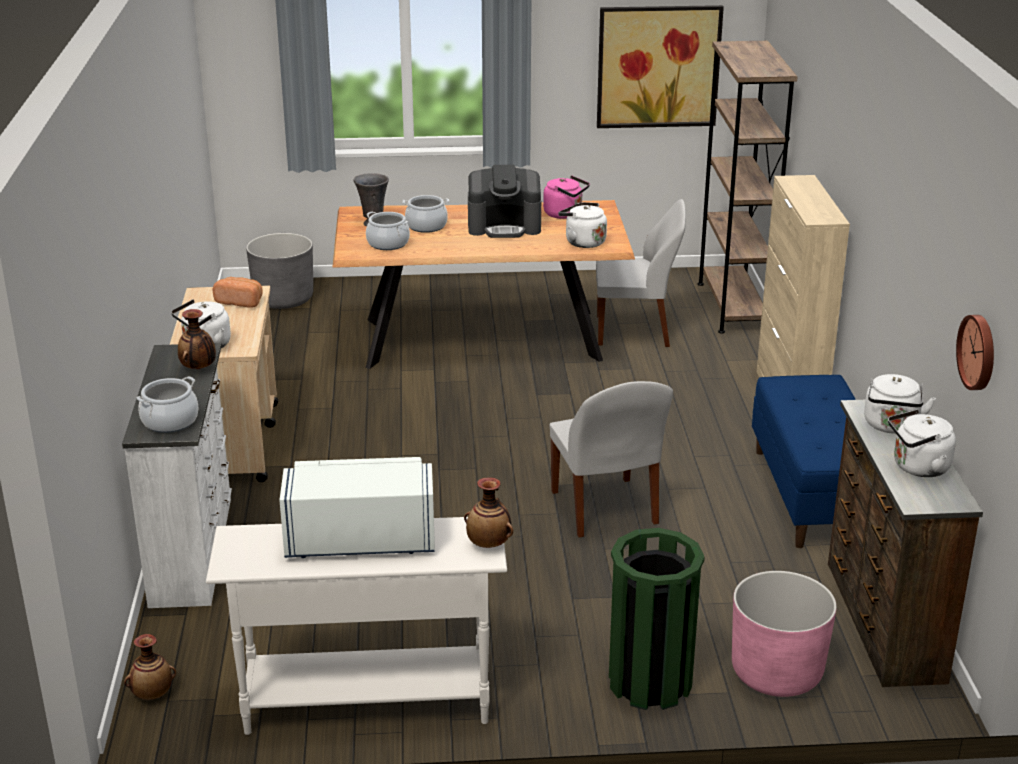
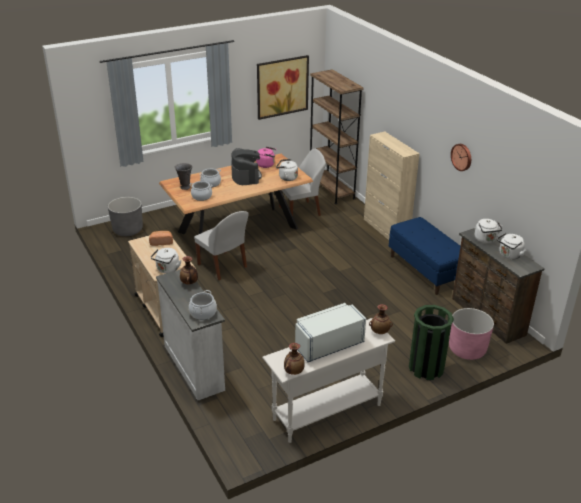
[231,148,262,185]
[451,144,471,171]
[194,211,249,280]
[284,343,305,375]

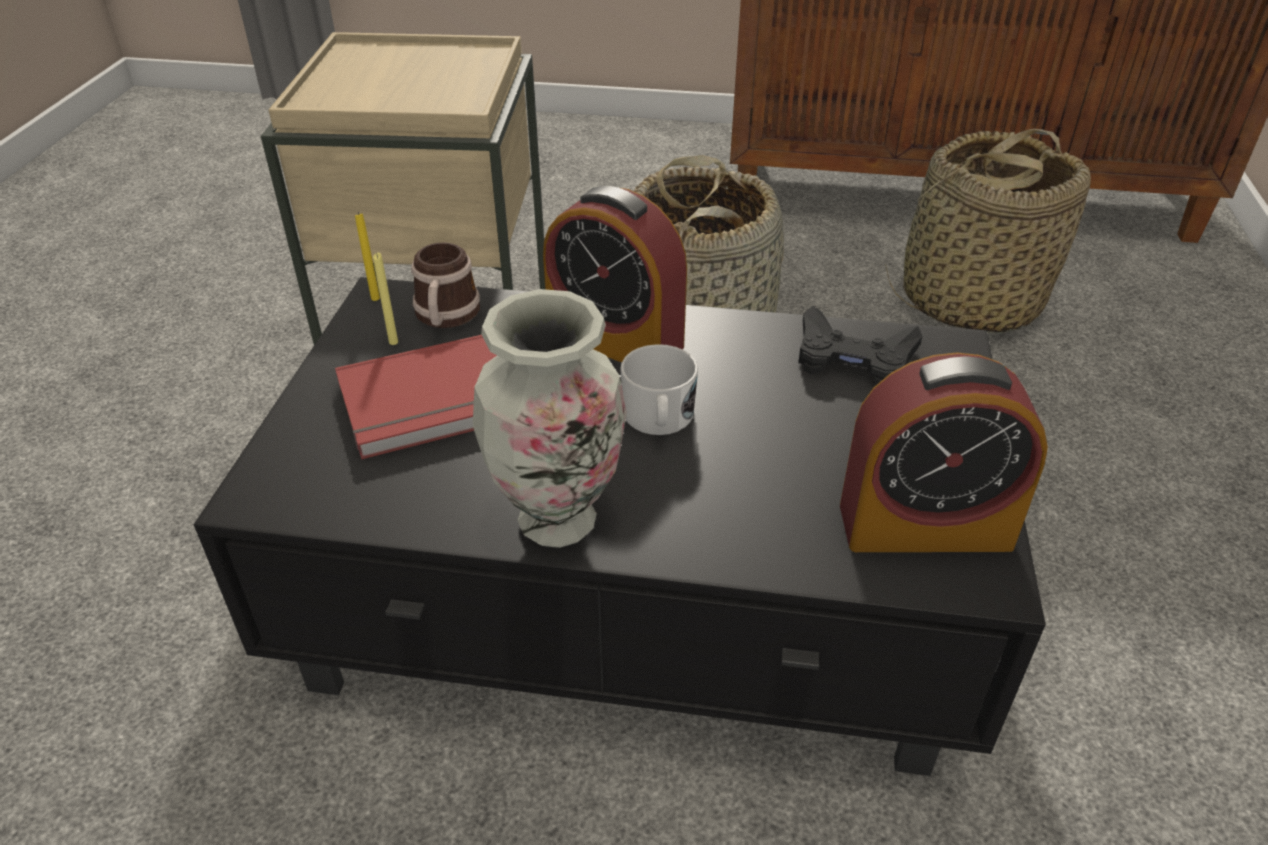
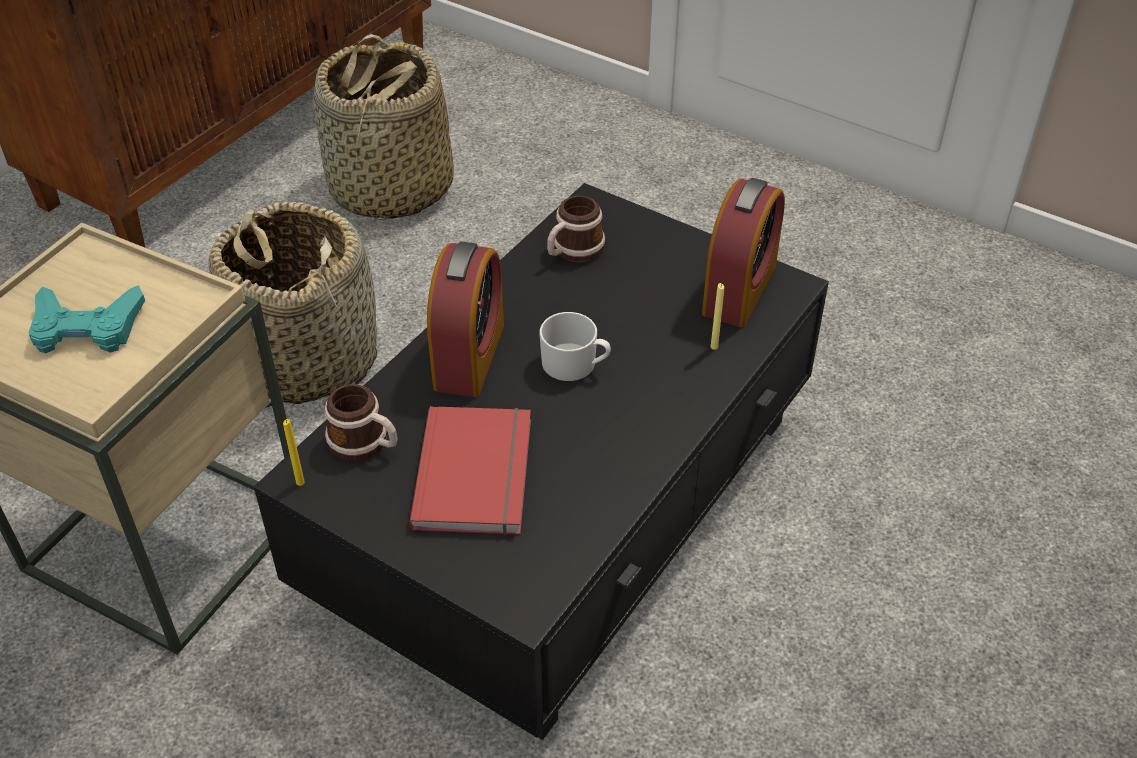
[427,241,504,397]
[711,283,724,350]
[473,289,627,548] (first image)
[547,196,605,262]
[29,285,145,353]

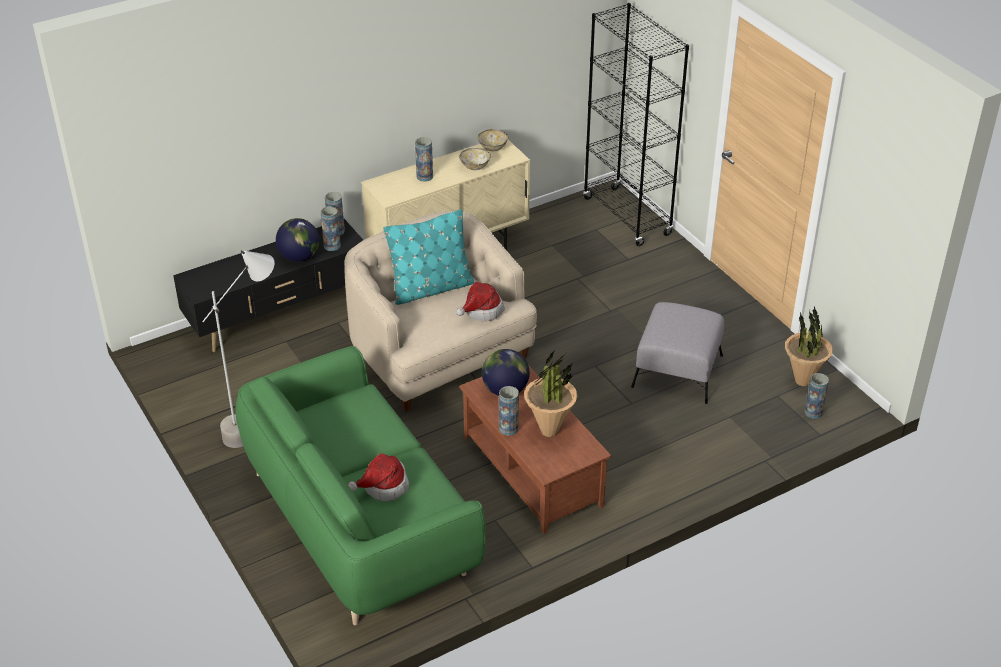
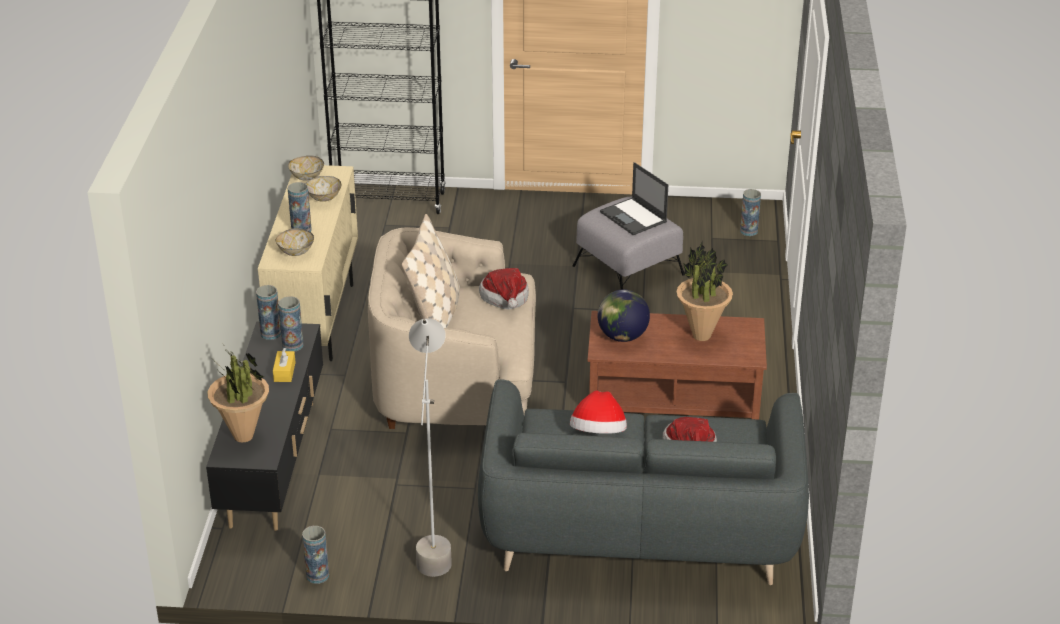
[402,214,460,328]
[273,348,296,382]
[207,350,269,443]
[478,379,809,585]
[302,526,329,584]
[600,162,668,235]
[276,228,314,256]
[570,390,627,434]

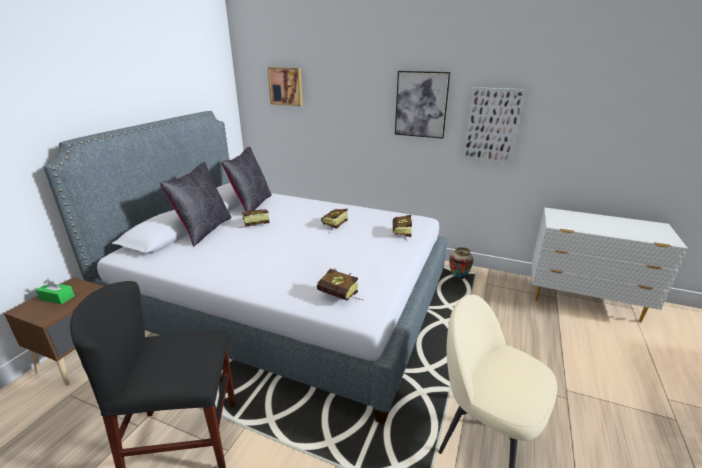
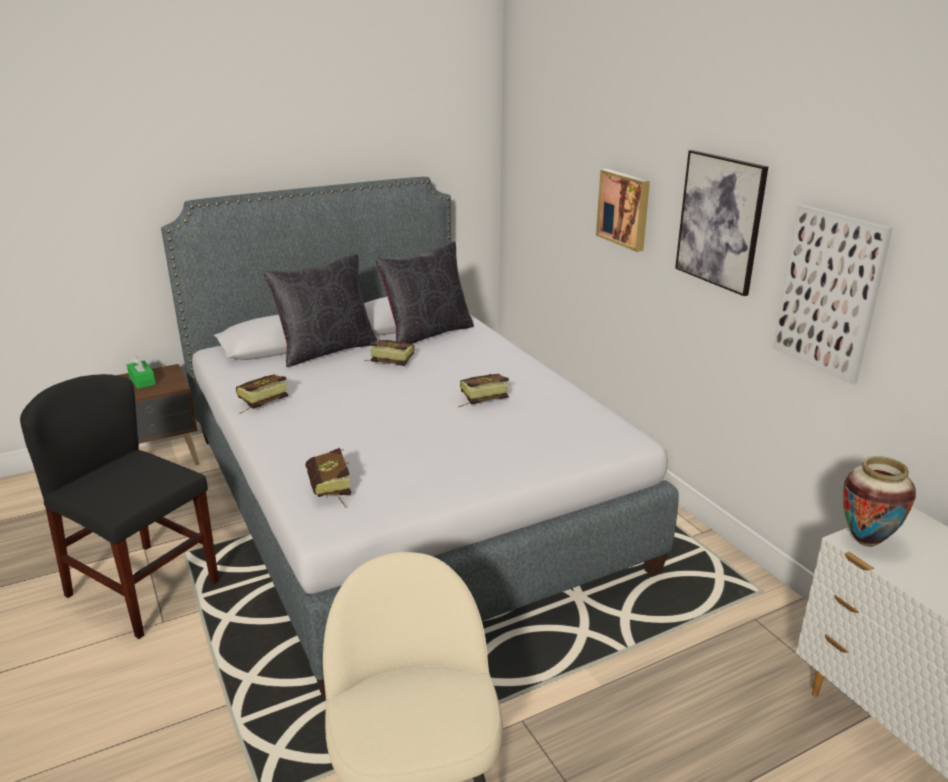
[596,169,650,252]
[236,374,288,414]
[843,456,916,547]

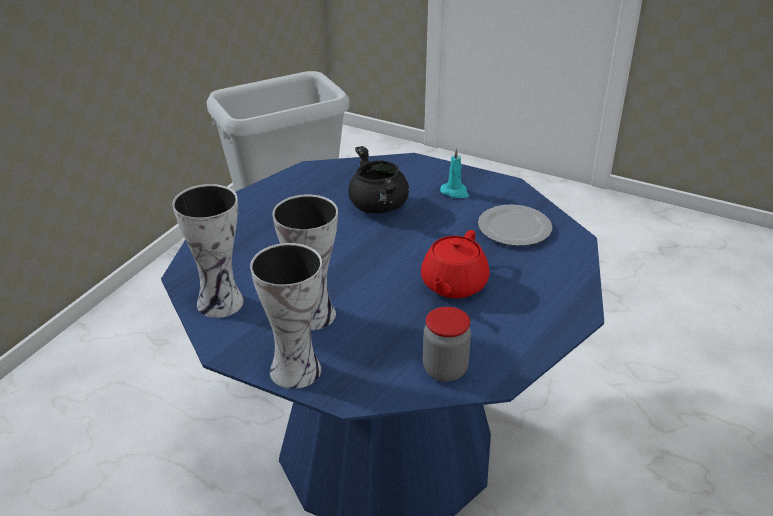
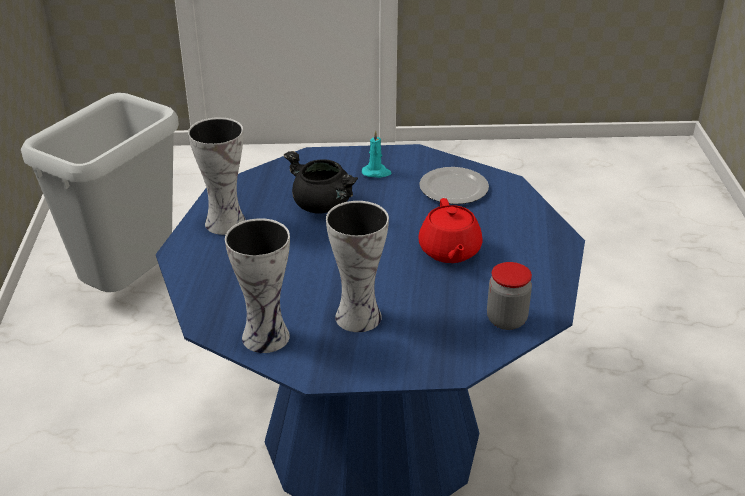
[188,117,246,235]

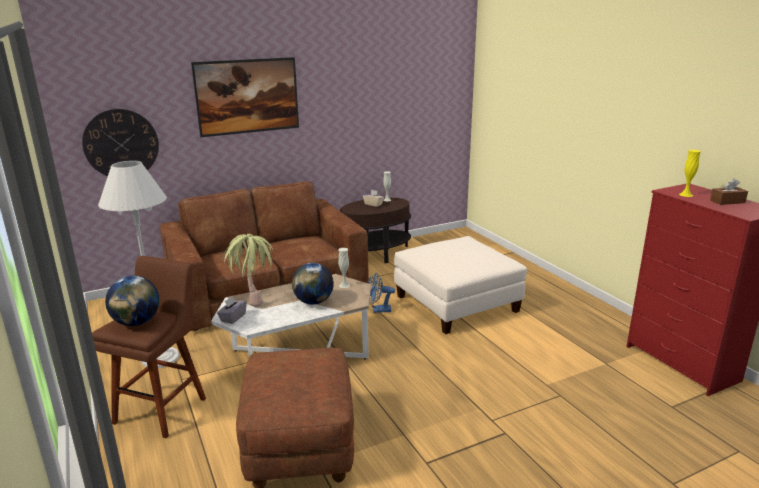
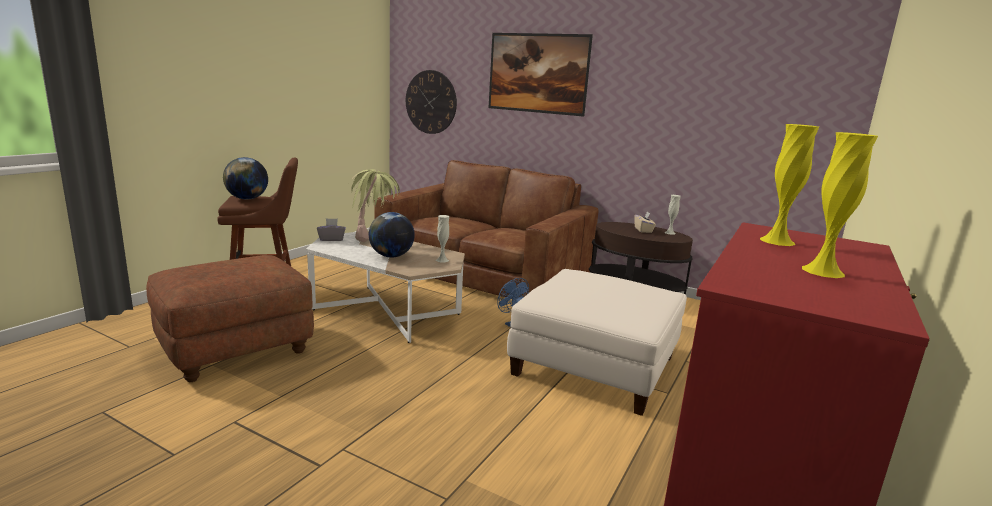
[98,161,179,368] (first image)
[802,132,878,278]

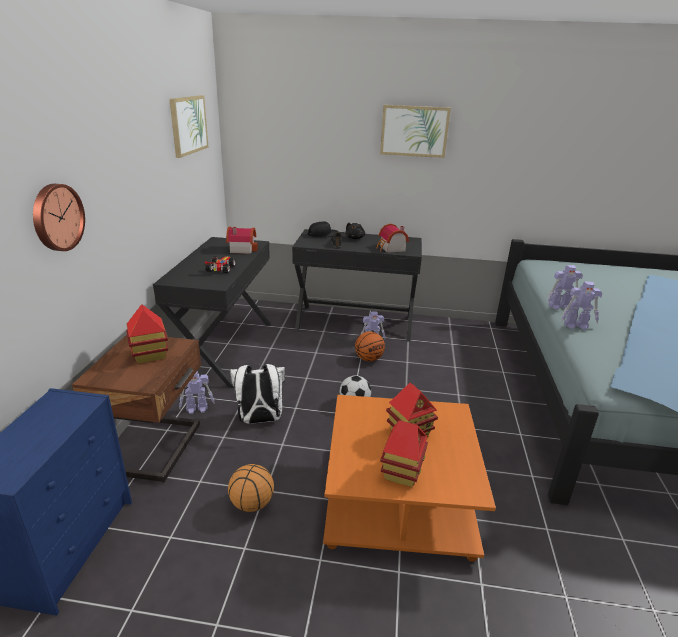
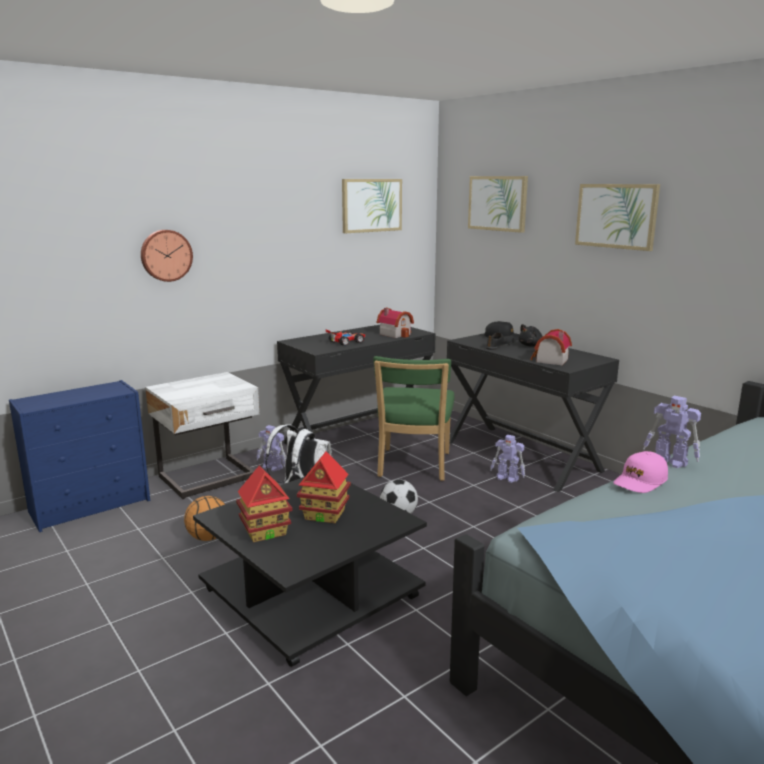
[613,451,668,493]
[126,304,168,364] (first image)
[355,331,385,361] (first image)
[145,372,260,499]
[193,477,427,667]
[468,176,528,233]
[373,356,454,481]

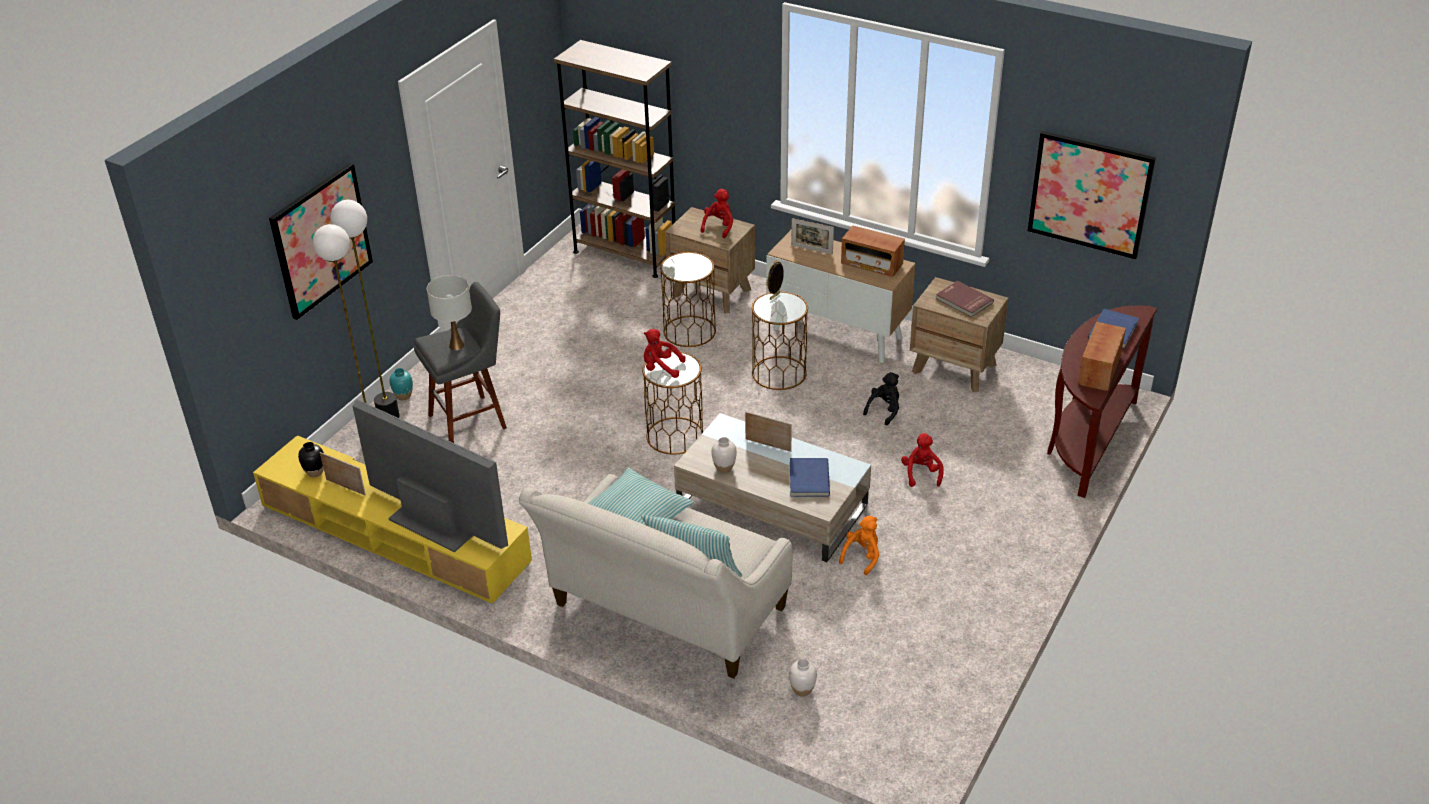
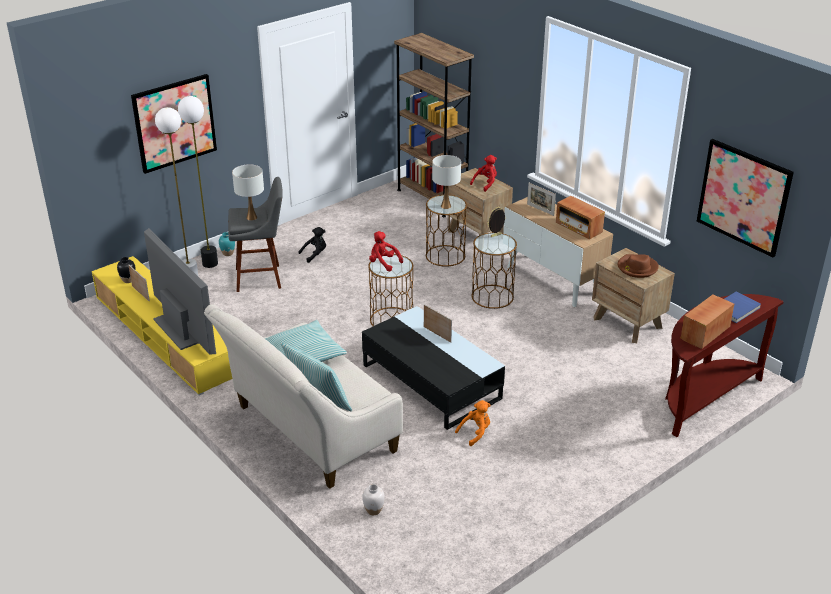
[618,254,659,278]
[298,227,326,263]
[362,306,505,430]
[901,433,944,487] (first image)
[711,437,737,473] (first image)
[790,458,830,497] (first image)
[432,155,461,209]

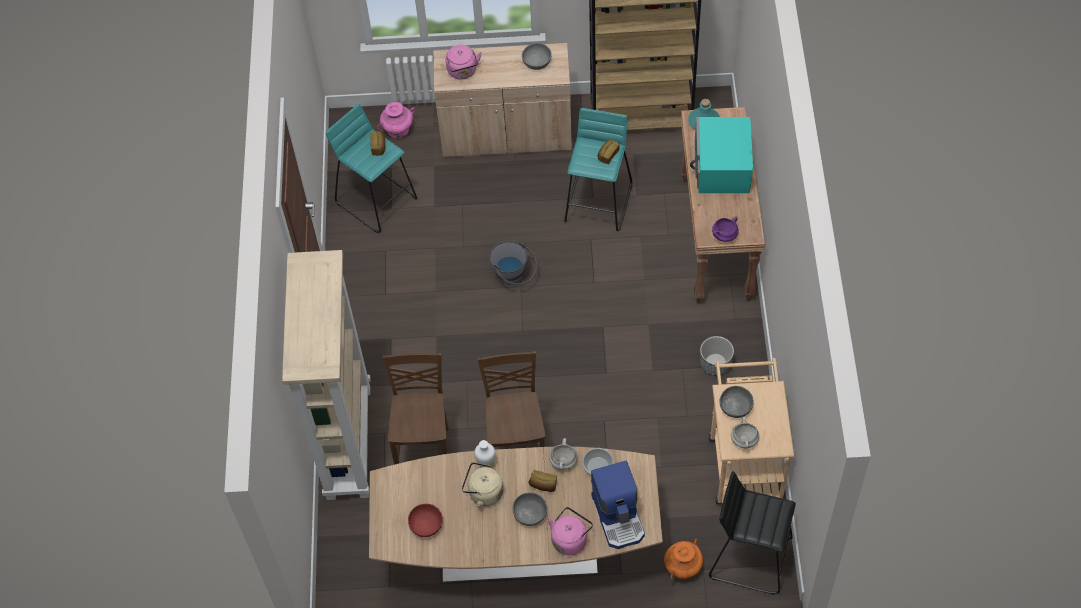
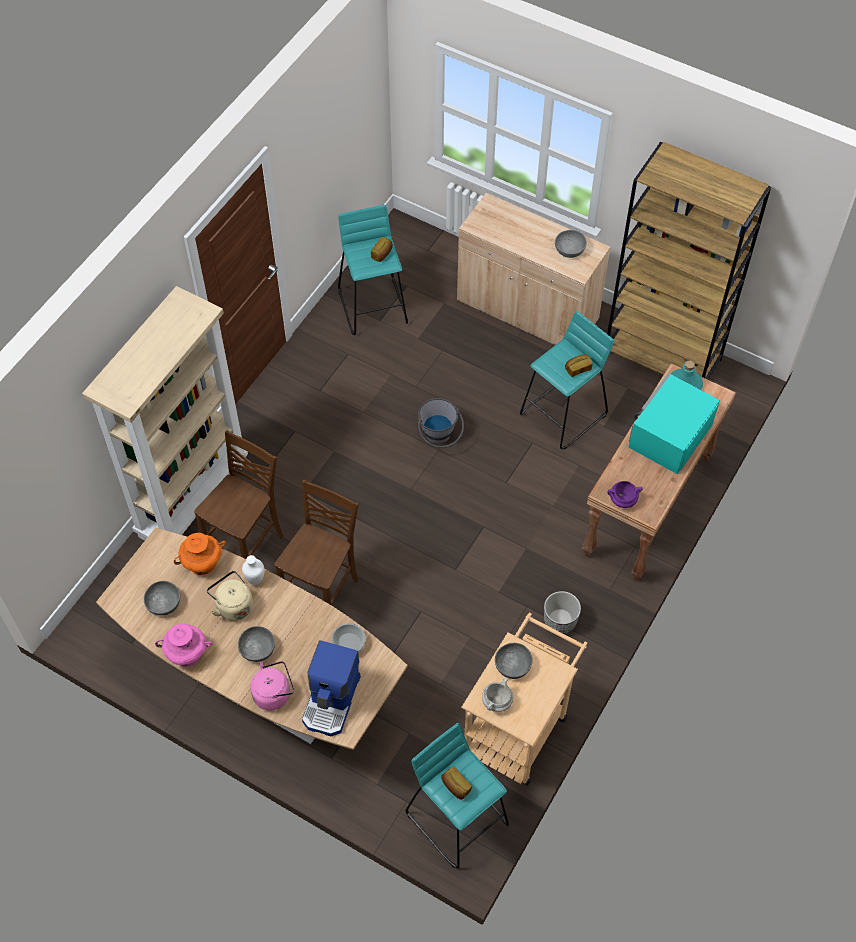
[446,45,482,80] (first image)
[155,624,213,667]
[549,438,577,470] (first image)
[441,767,472,800]
[405,723,509,869]
[144,581,180,616]
[174,533,226,575]

